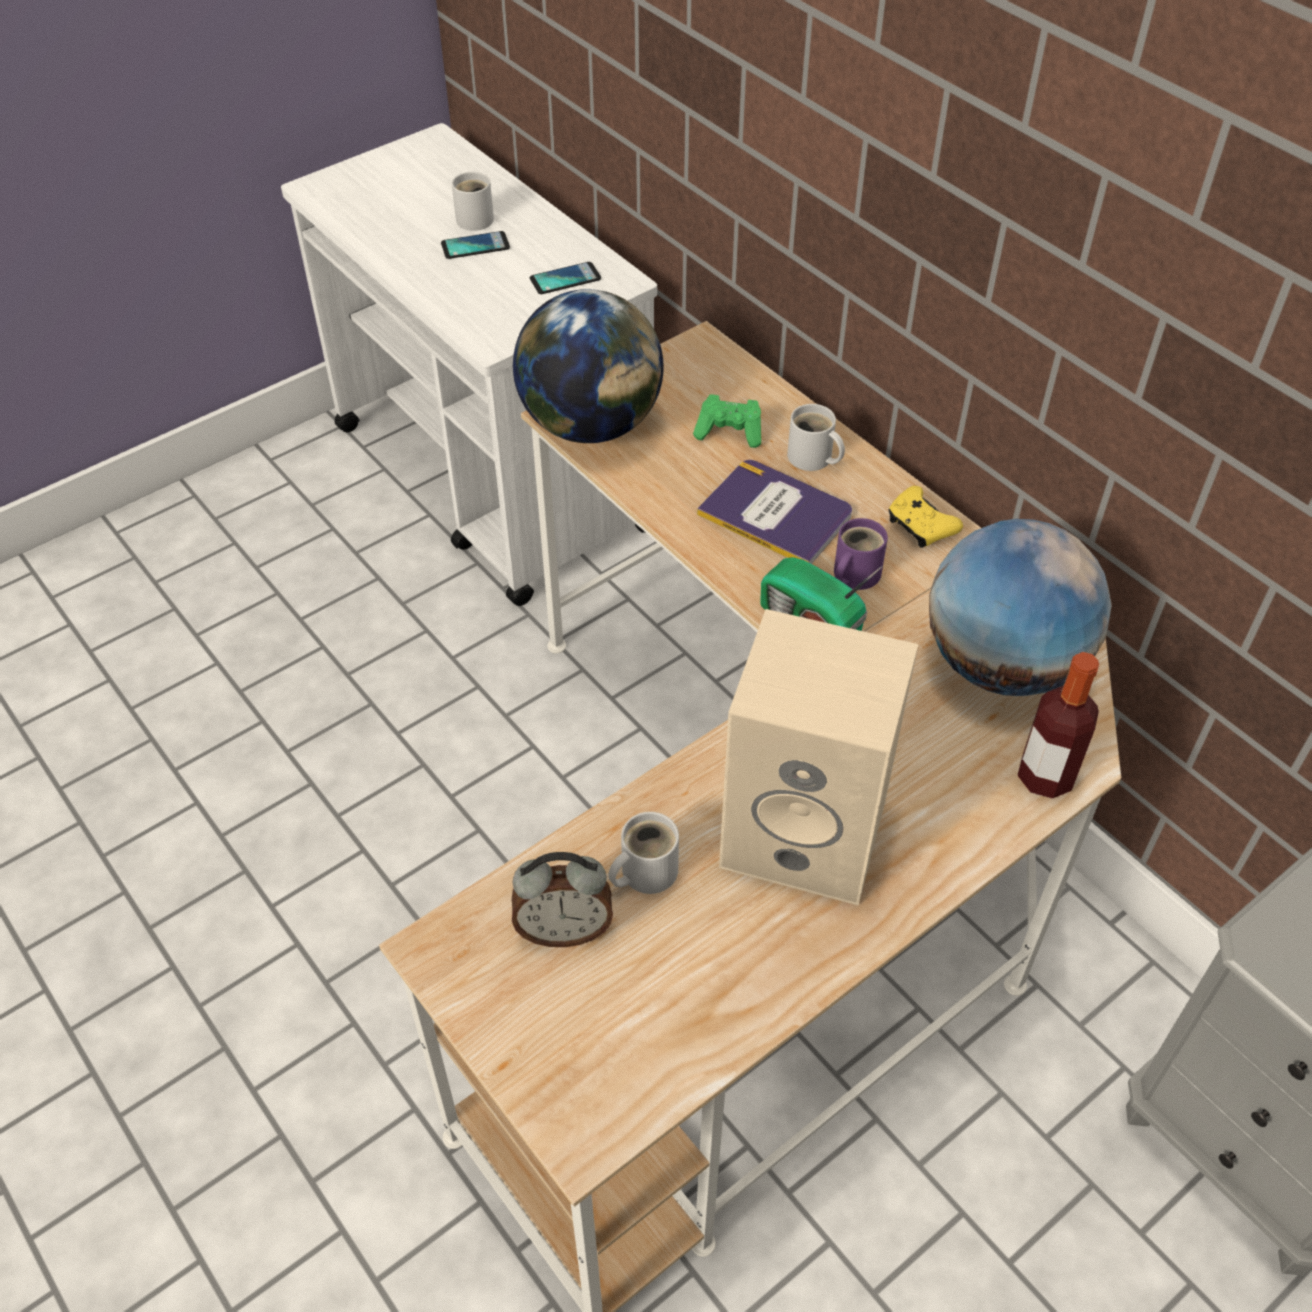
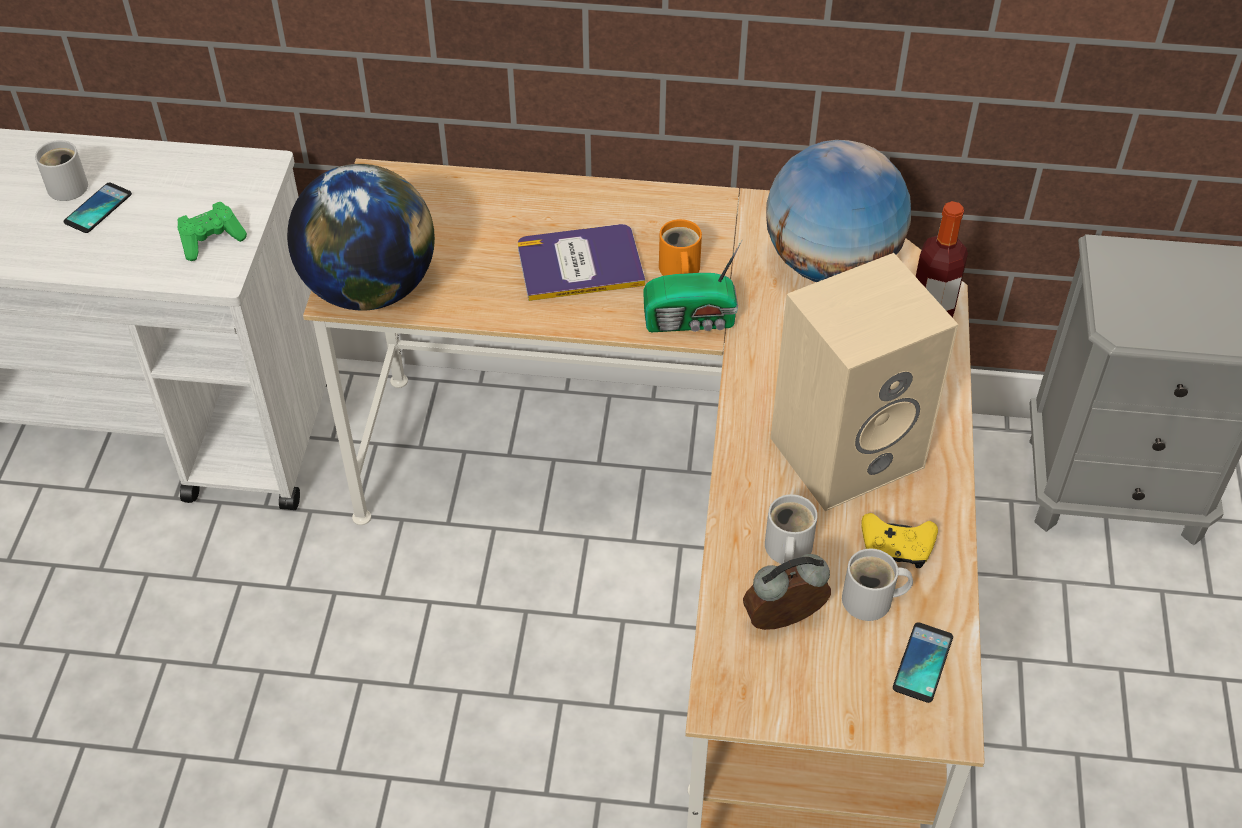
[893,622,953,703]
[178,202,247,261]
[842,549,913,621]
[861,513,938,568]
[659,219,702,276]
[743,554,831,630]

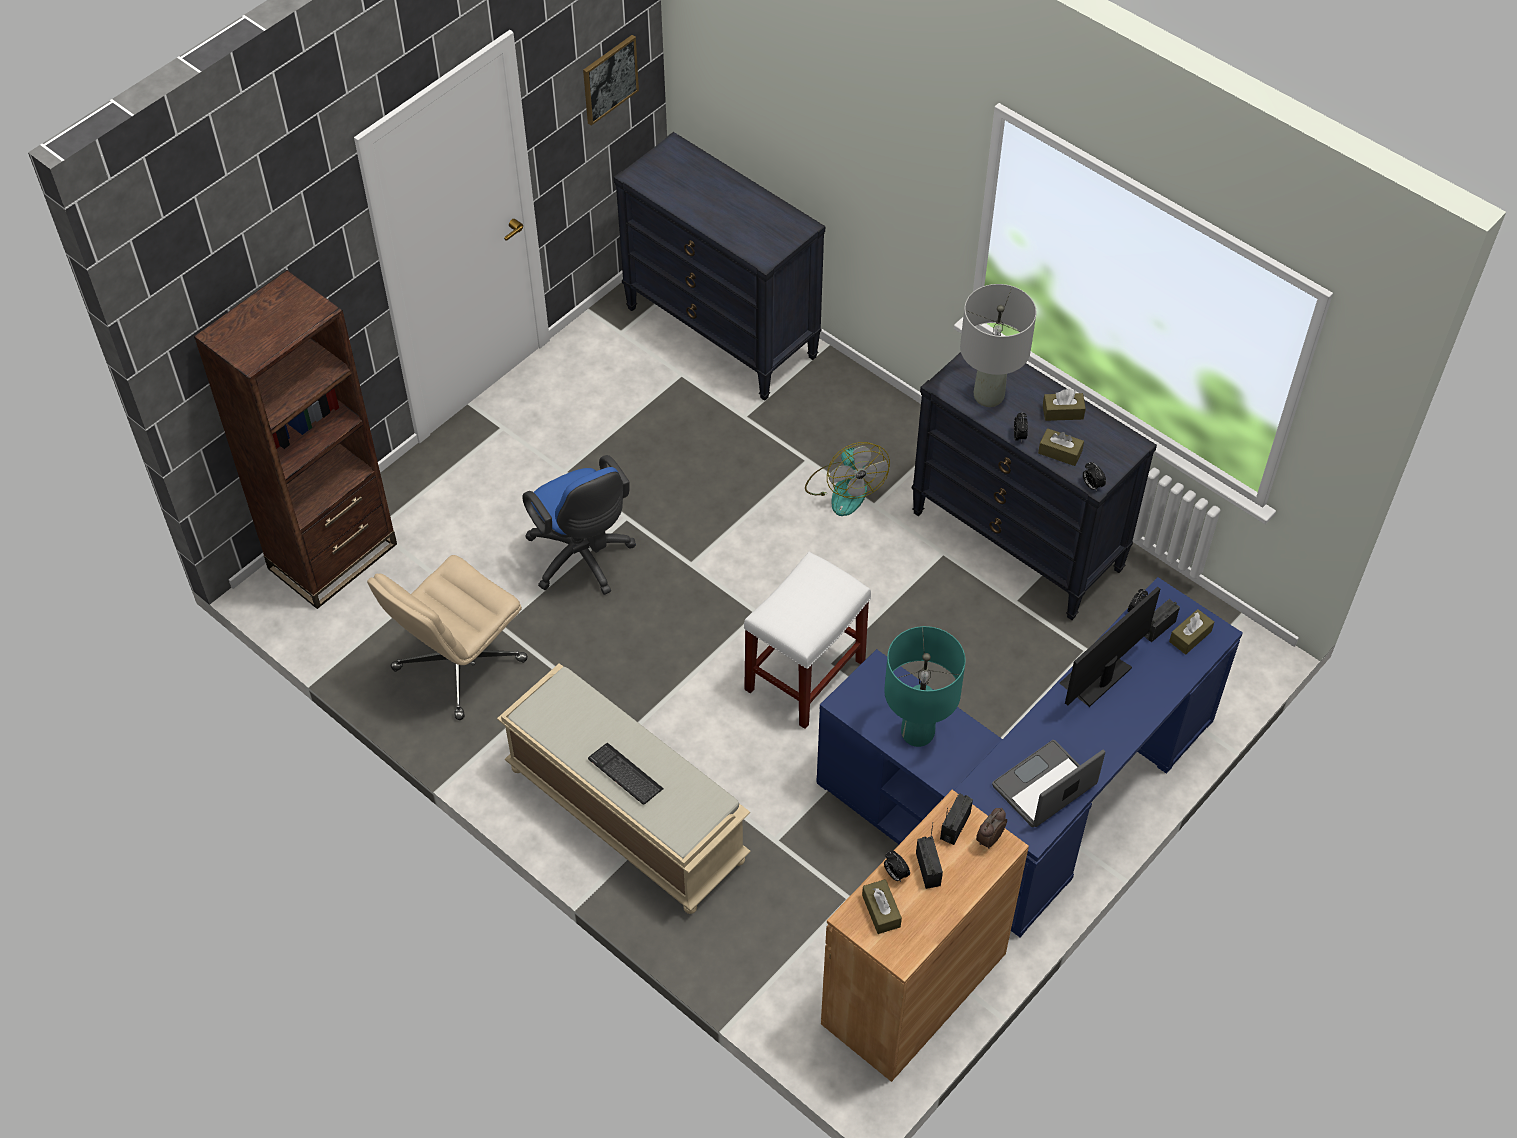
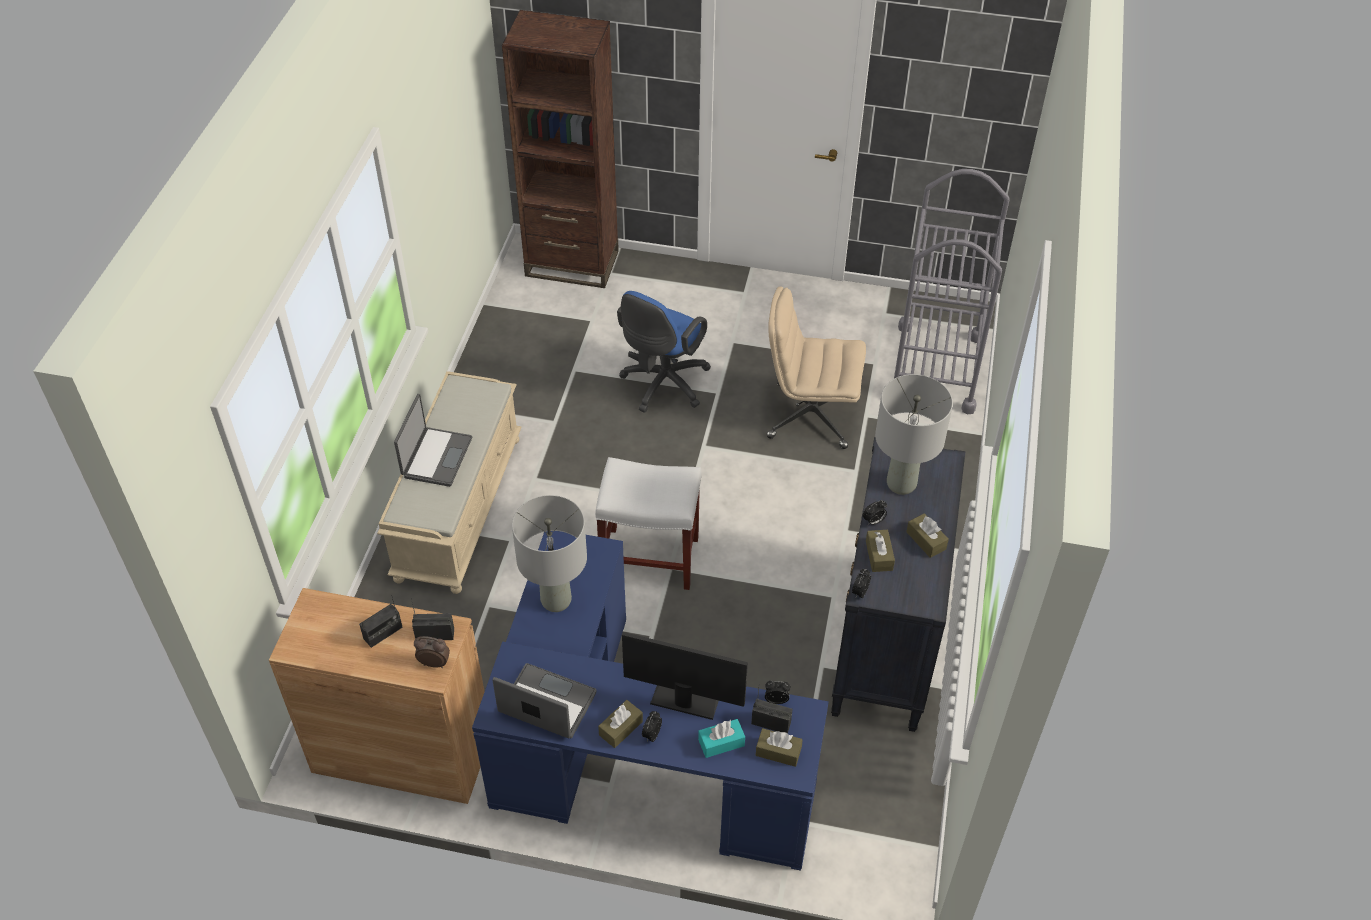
[583,35,639,126] (first image)
[894,169,1010,414]
[805,442,890,516] (first image)
[767,287,866,449]
[512,495,587,612]
[394,394,472,487]
[642,711,662,742]
[598,700,643,748]
[698,719,745,758]

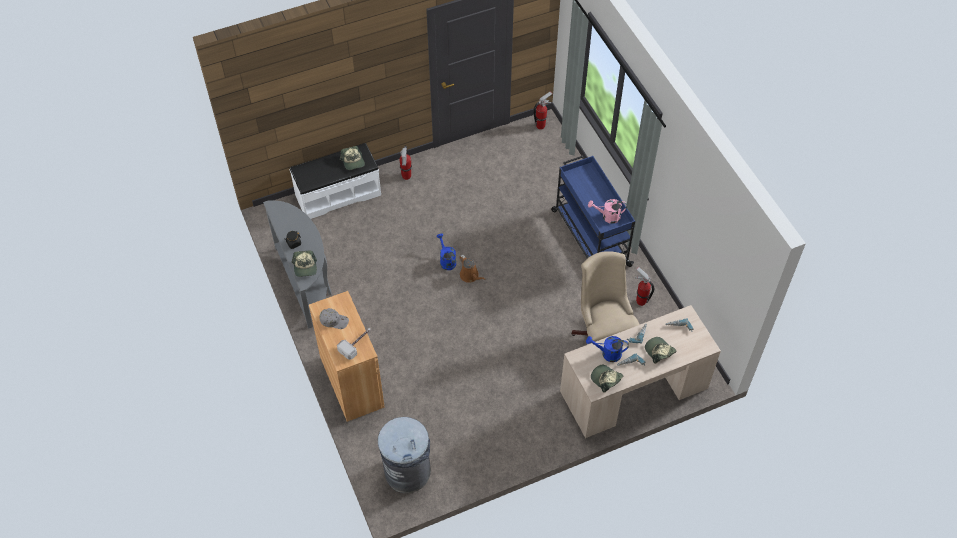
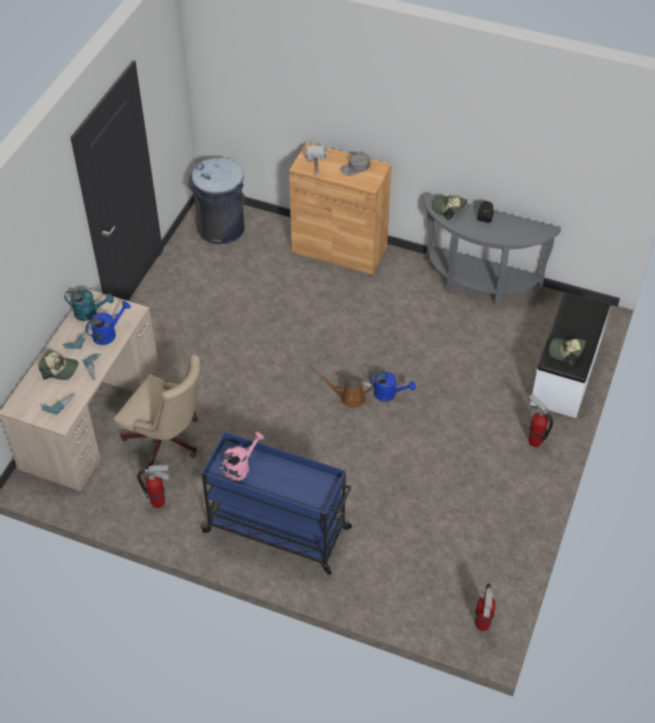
[64,289,114,321]

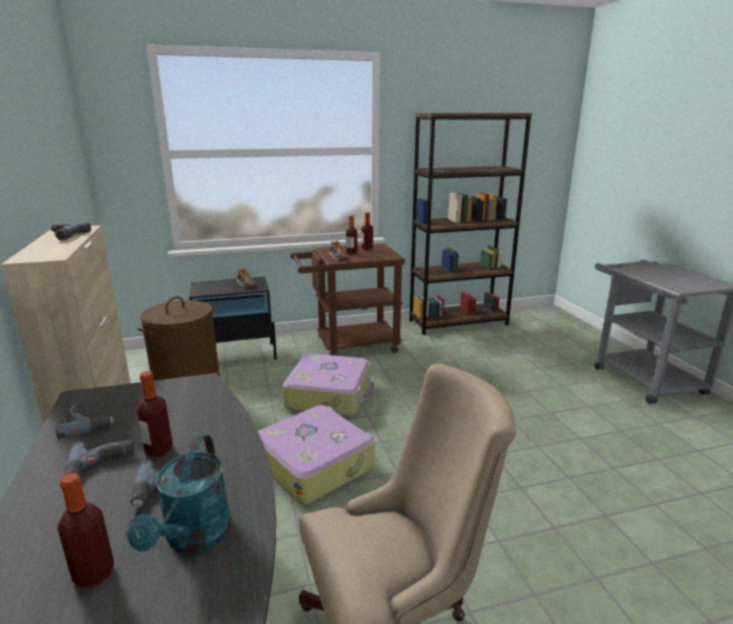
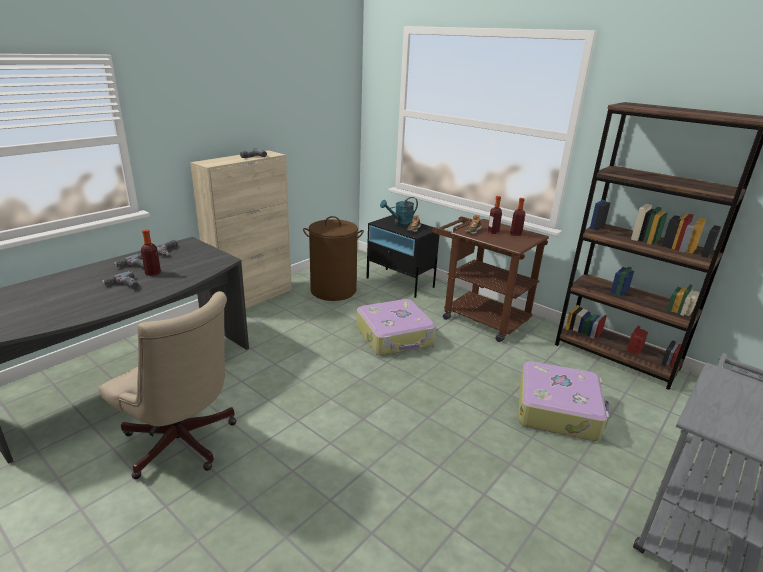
[518,361,609,441]
[380,197,418,226]
[58,473,114,588] (first image)

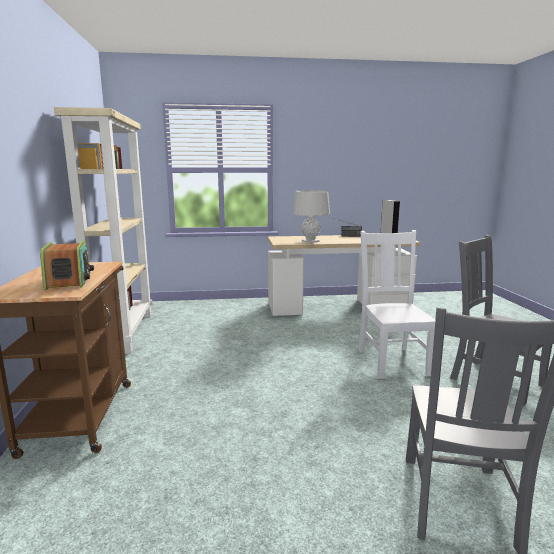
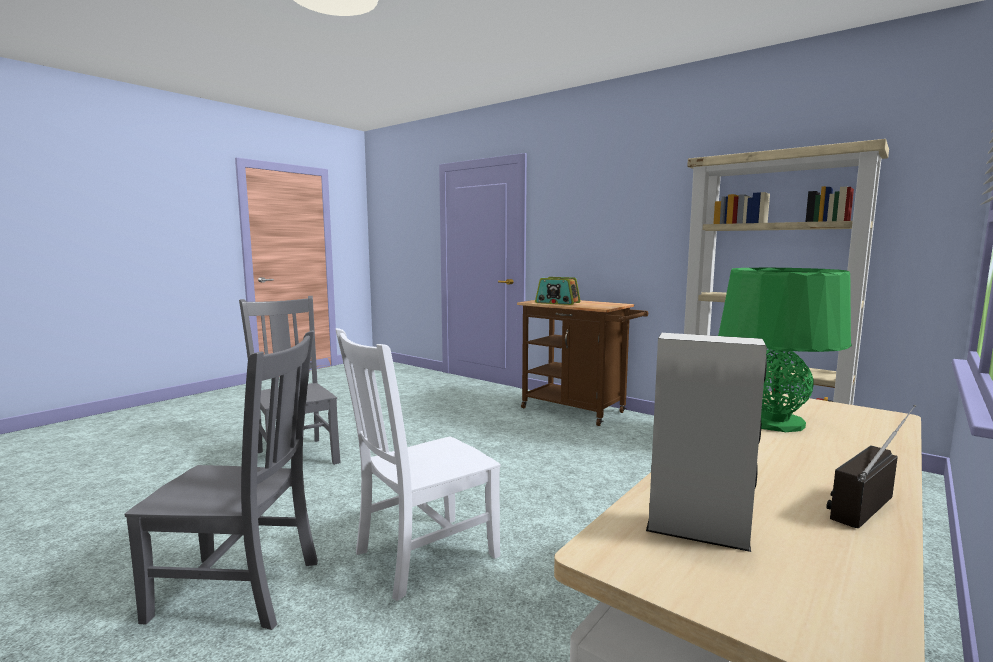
[718,268,852,432]
[335,328,500,601]

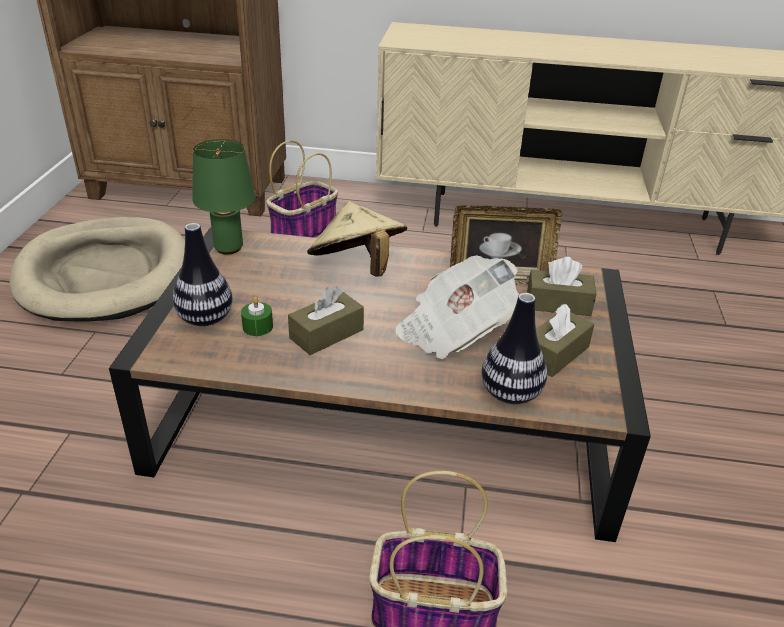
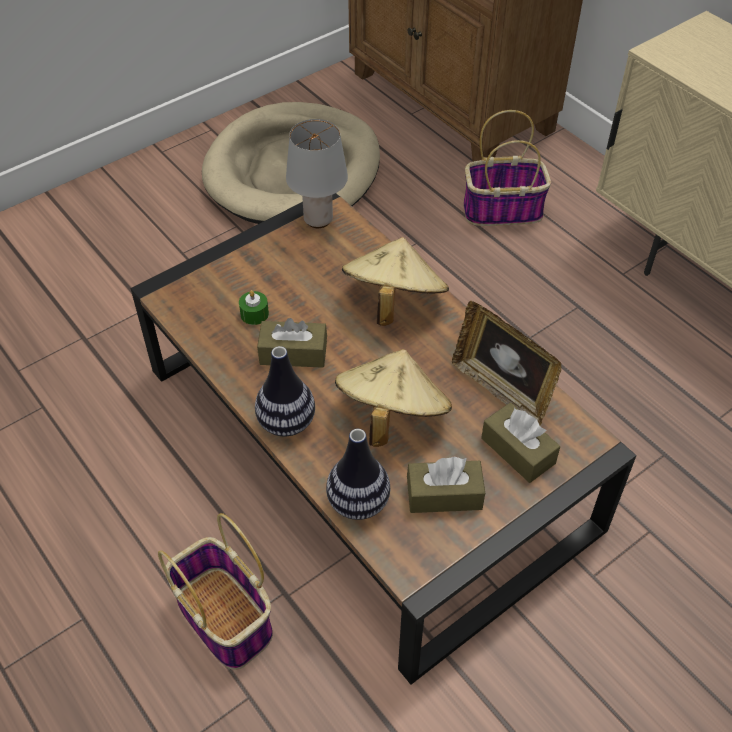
[286,119,348,228]
[255,346,315,437]
[335,349,452,447]

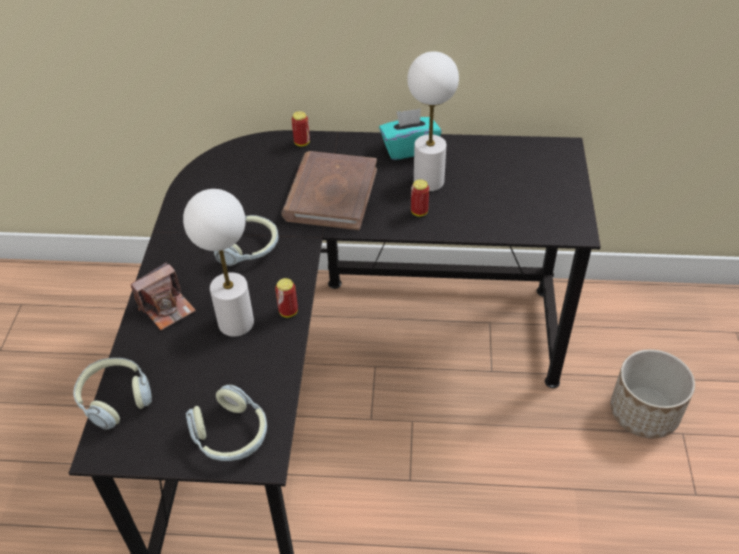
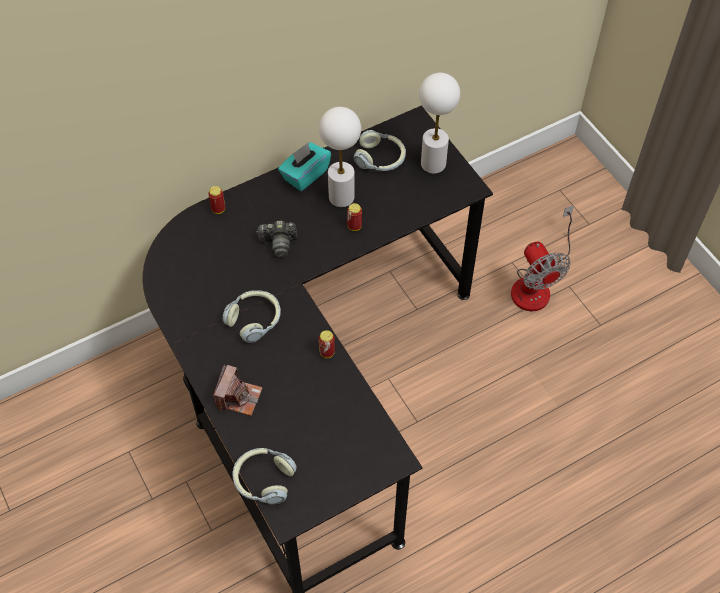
[257,221,297,258]
[419,73,460,174]
[511,205,574,311]
[354,130,406,171]

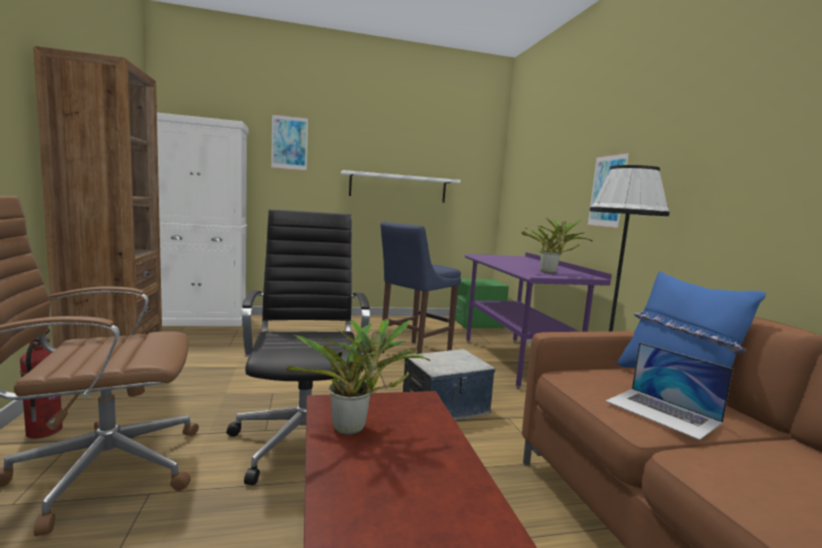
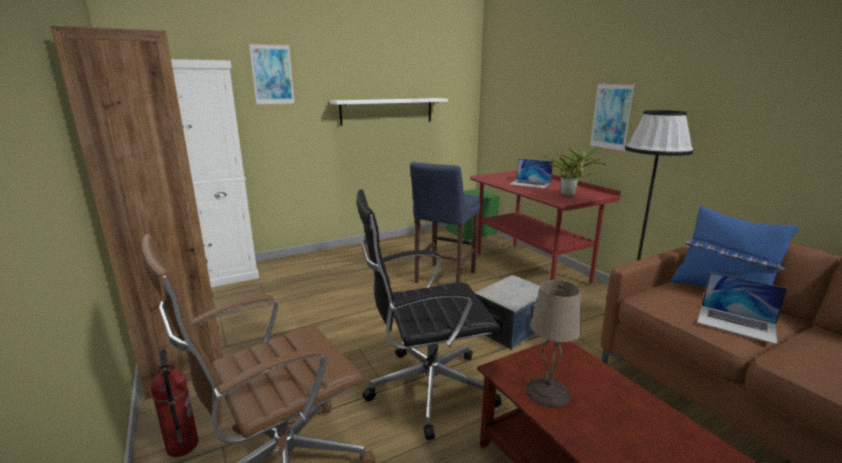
[357,189,501,440]
[470,170,621,285]
[526,280,581,408]
[509,158,553,189]

